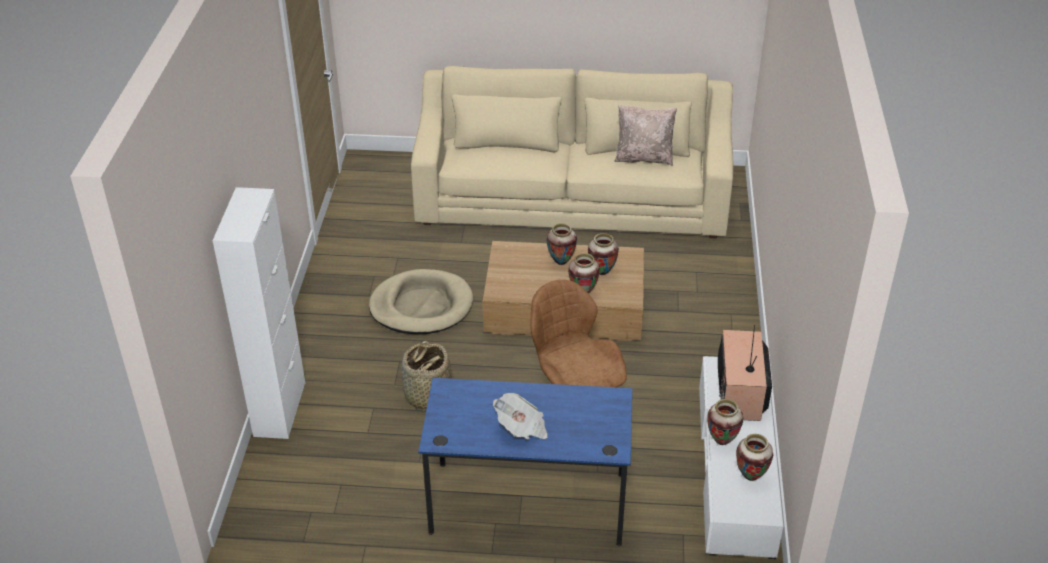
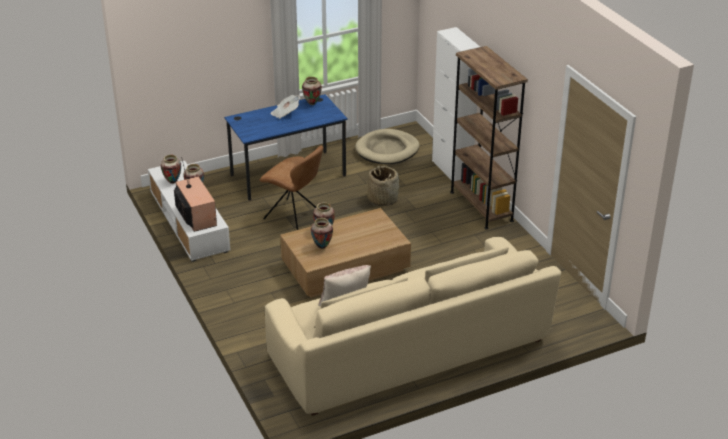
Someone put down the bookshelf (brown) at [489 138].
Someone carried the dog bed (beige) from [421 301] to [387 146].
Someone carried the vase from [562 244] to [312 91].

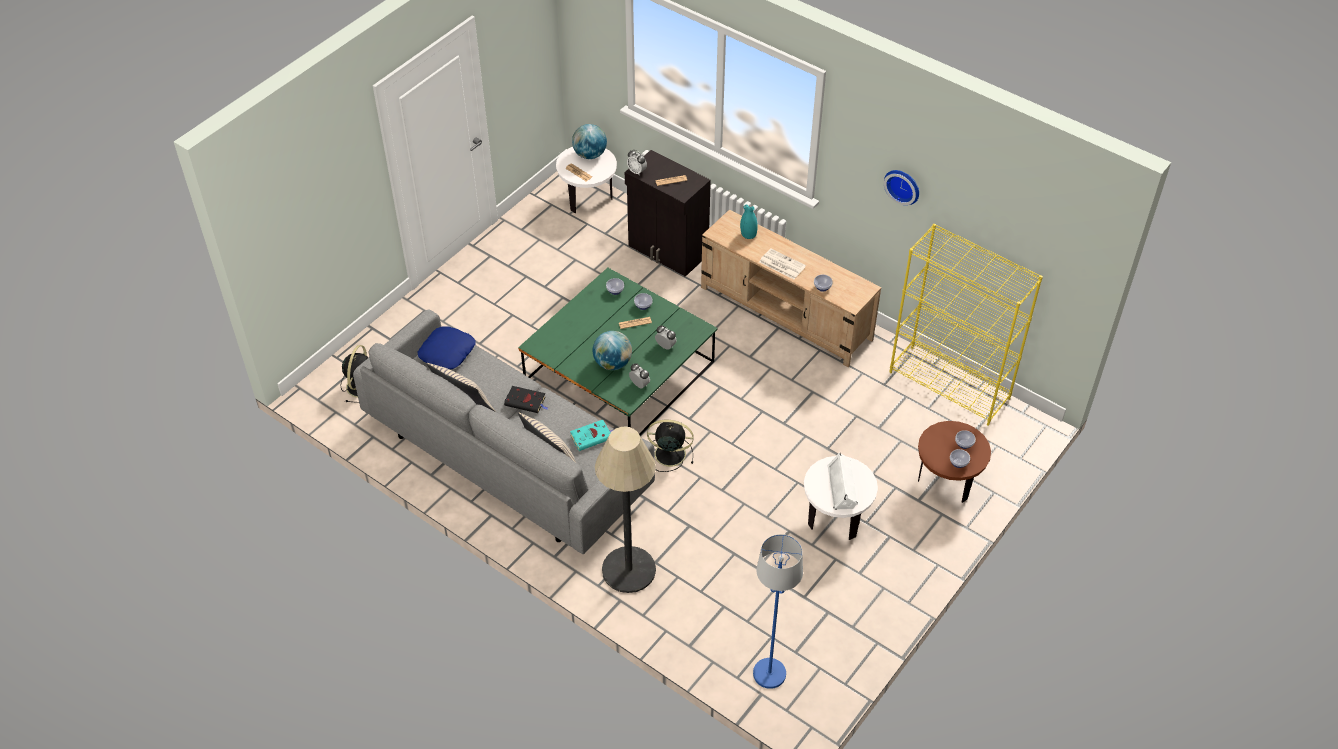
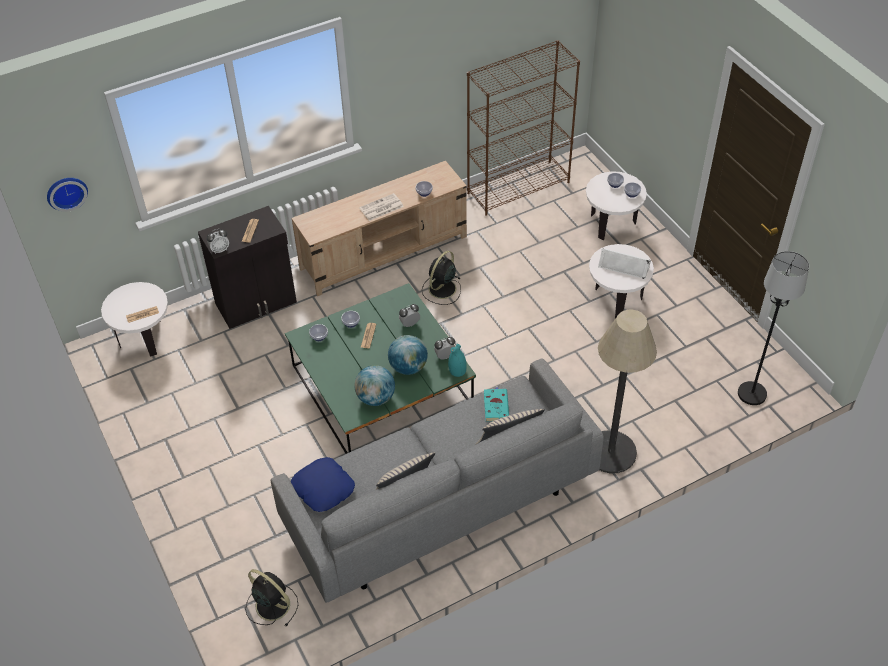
Someone took away the volume (black) at [526 399].
Someone carried the world globe from [589 141] to [374 385].
Someone carried the cooling fan (black) from [670 446] to [441 278].
Someone carried the vase (blue-green) from [749 221] to [457 360].
Someone carried the wall clock from [901 187] to [67 195].
Someone repainted the standing lamp (blue-coloured) at [778 611], which became the standing lamp (black) at [773 328].
Someone repainted the bookshelf (yellow) at [966 325], which became the bookshelf (brown) at [523 128].
Someone repainted the end table (brown) at [954 462], which became the end table (whitish) at [616 205].

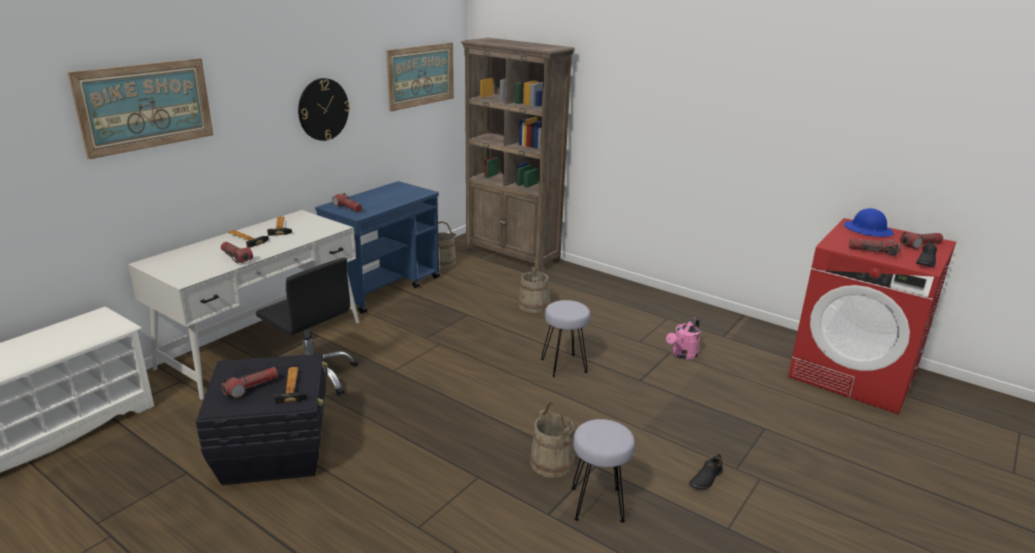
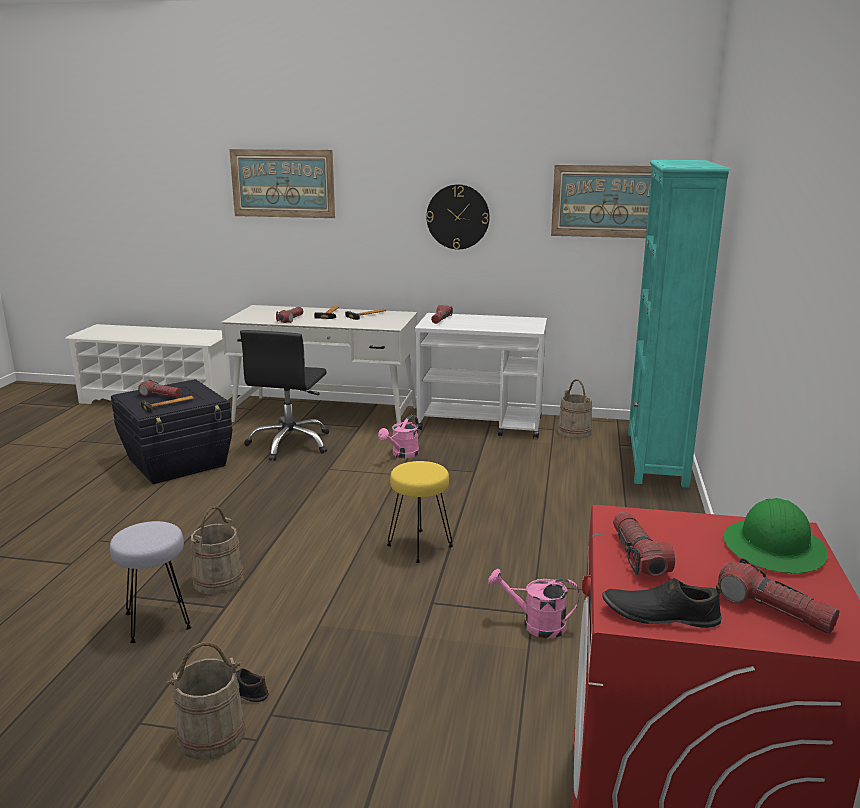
Someone put down the watering can (pinkish) at [398 436].
Someone carried the pail (beige) from [534 286] to [206 701].
Someone repainted the cart (blue-coloured) at [377 247], which became the cart (whitish) at [481 376].
Someone repainted the bookshelf (brown) at [518 155], which became the bookshelf (blue-green) at [678 324].
Someone repainted the stool (grey) at [565 338], which became the stool (yellow) at [420 512].
Someone repainted the work helmet (blue-coloured) at [869 222], which became the work helmet (green) at [776 535].

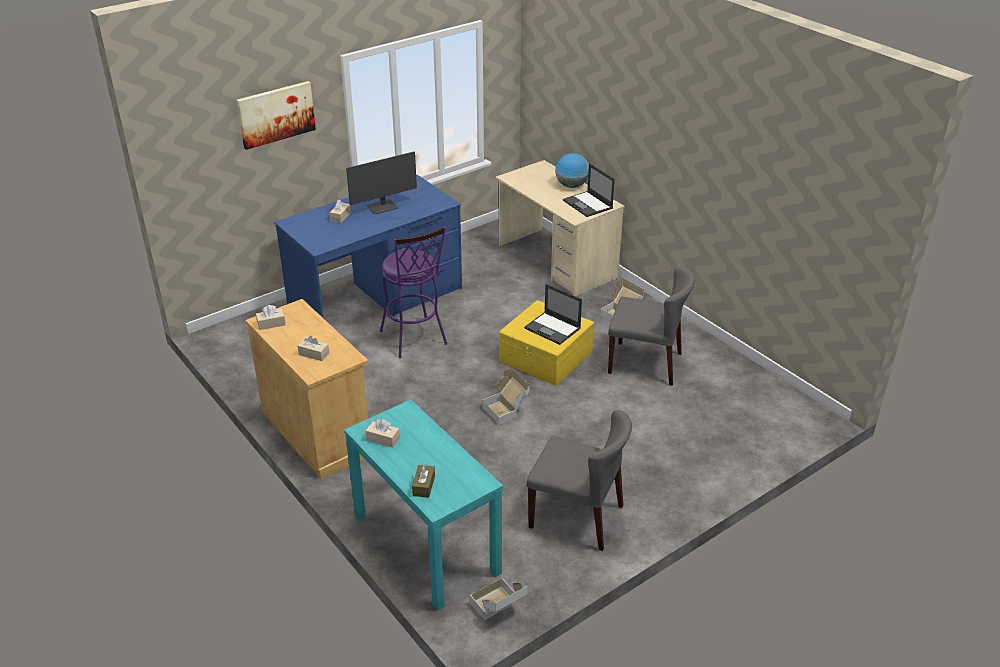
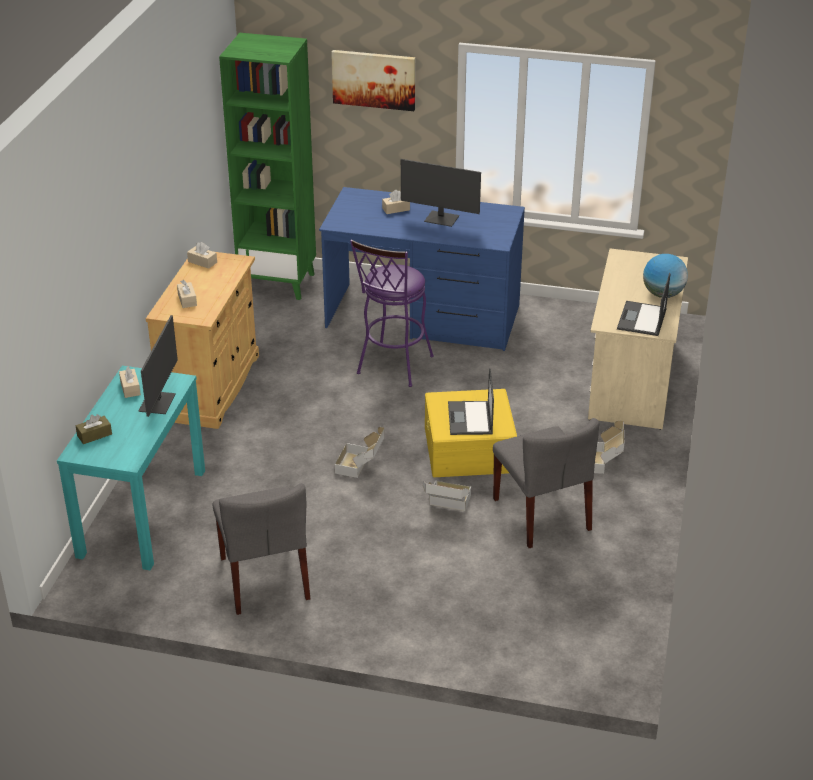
Someone put down the computer display at [158 366].
Someone put down the bookshelf (green) at [267 166].
Someone carried the carton from [499 599] to [447 495].

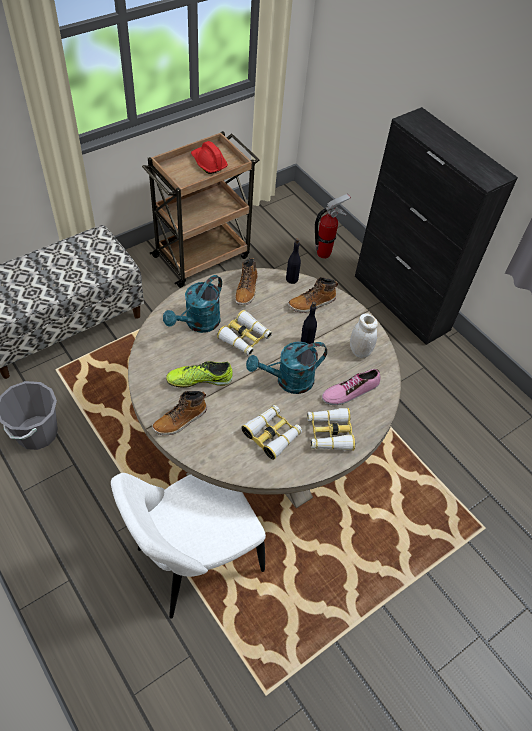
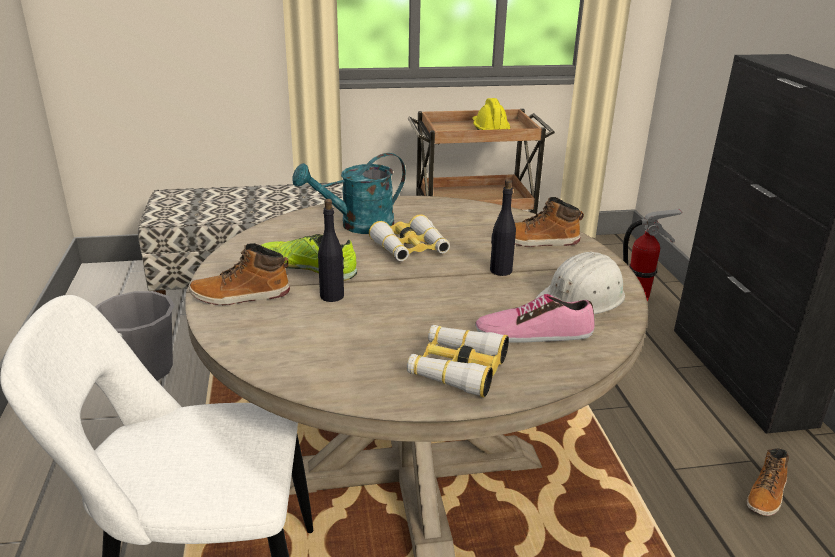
Someone took away the binoculars at [271 432].
Someone took away the watering can (blue-green) at [286 368].
Someone carried the high-top boot from [246 281] to [768 482].
Someone carried the drink bottle (black) from [293 261] to [331 250].
Someone swapped the preserve jar (whitish) at [364 335] for the work helmet (whitish) at [580 282].
Someone repainted the work helmet (red) at [209 157], which became the work helmet (yellow) at [491 114].

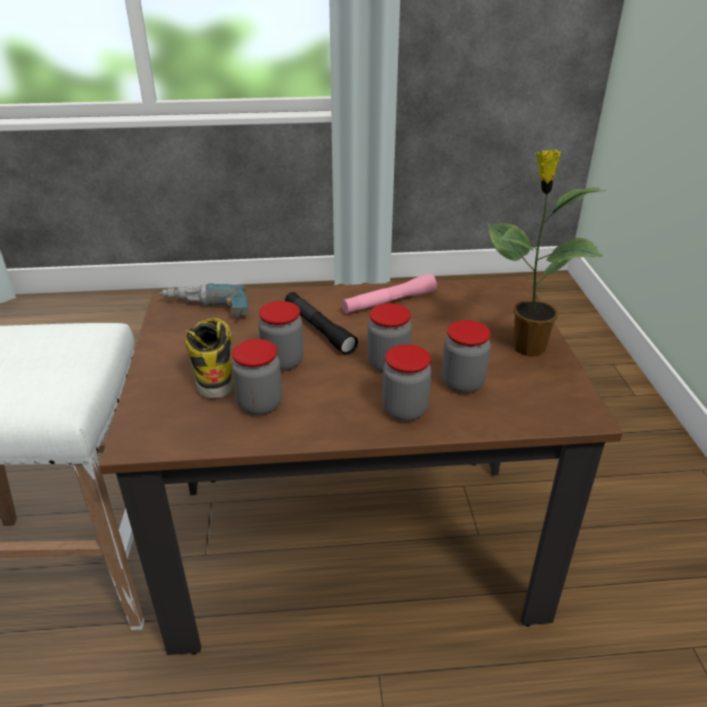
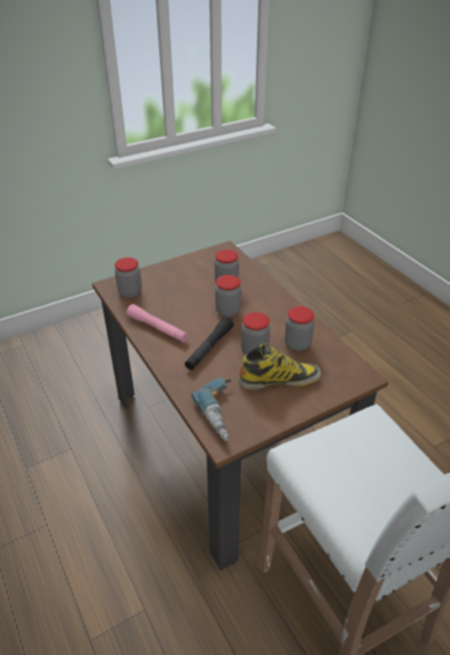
Someone took away the houseplant at [547 253].
Someone carried the preserve jar from [407 382] to [128 277].
Someone rotated the high-top boot at [209 358] by 150 degrees counterclockwise.

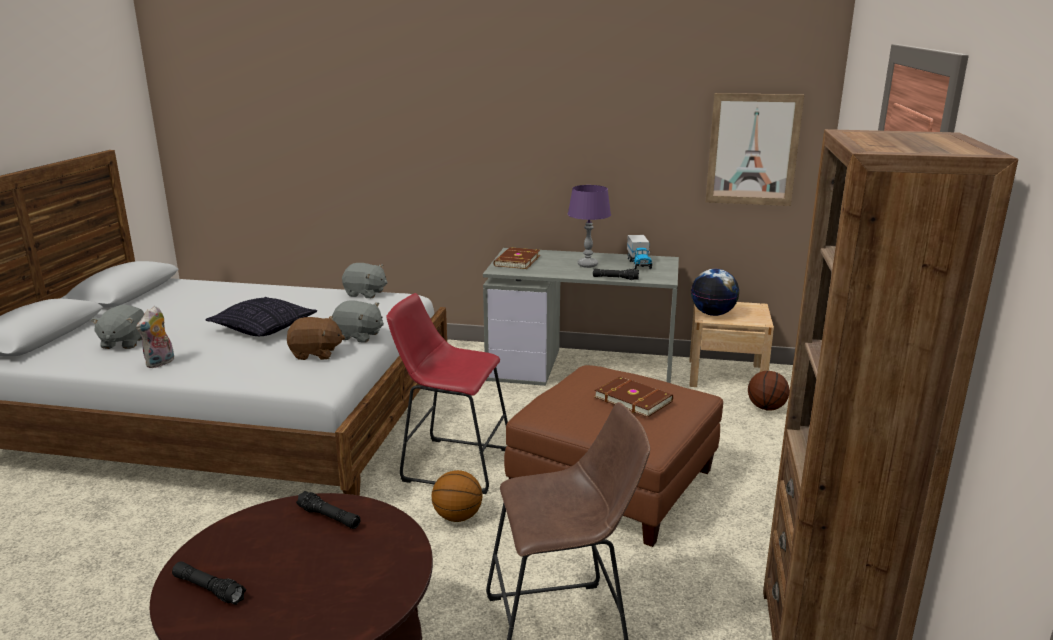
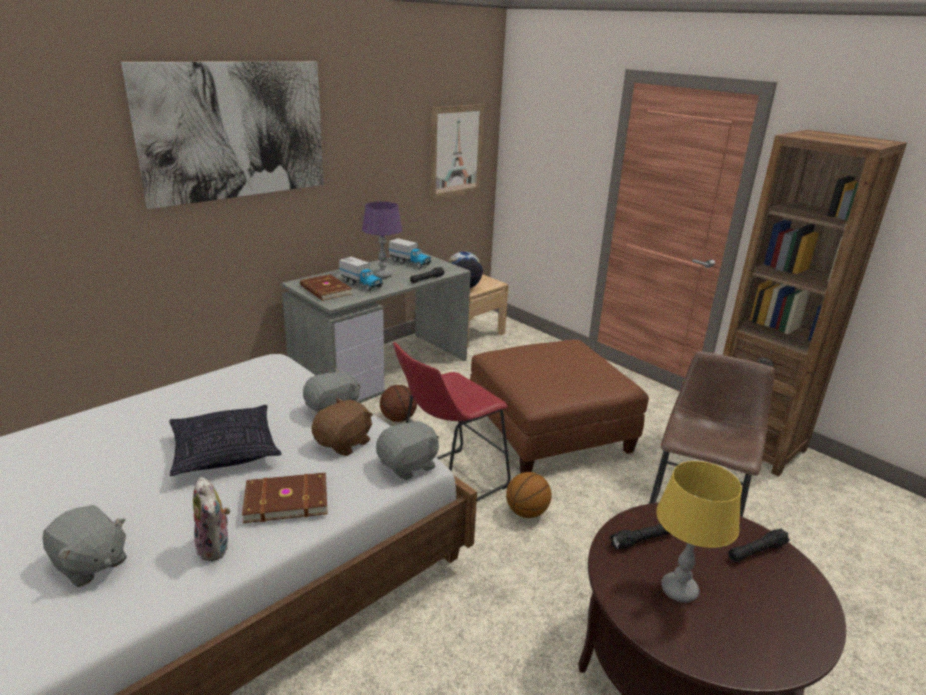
Someone put up the picture at [222 135].
Someone put down the toy truck at [361 274].
Someone put down the lamp for a table (yellow) at [699 532].
Someone carried the torch (black) from [209 583] to [759 545].
Someone carried the plush toy (grey) from [365 280] to [407 448].
Someone carried the volume (brown) from [633 396] to [285 498].
Someone carried the ball for basketball from [769 391] to [398 403].

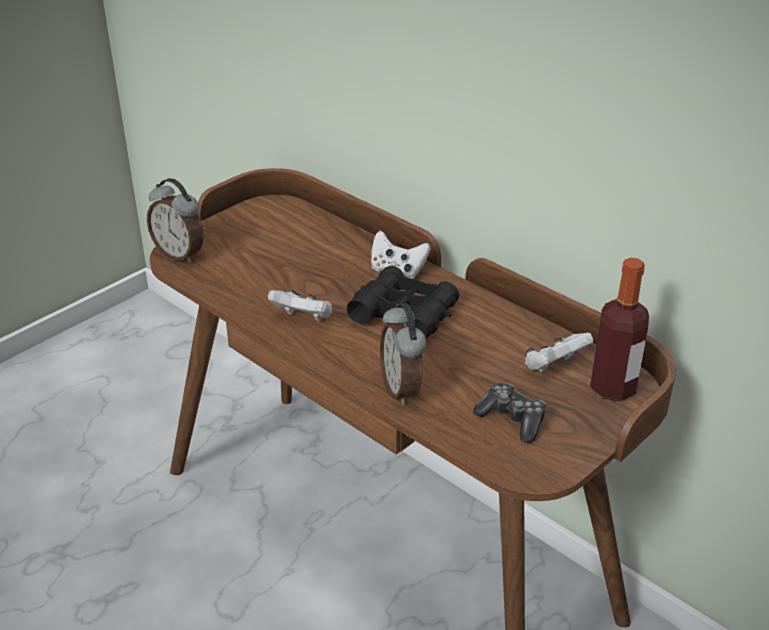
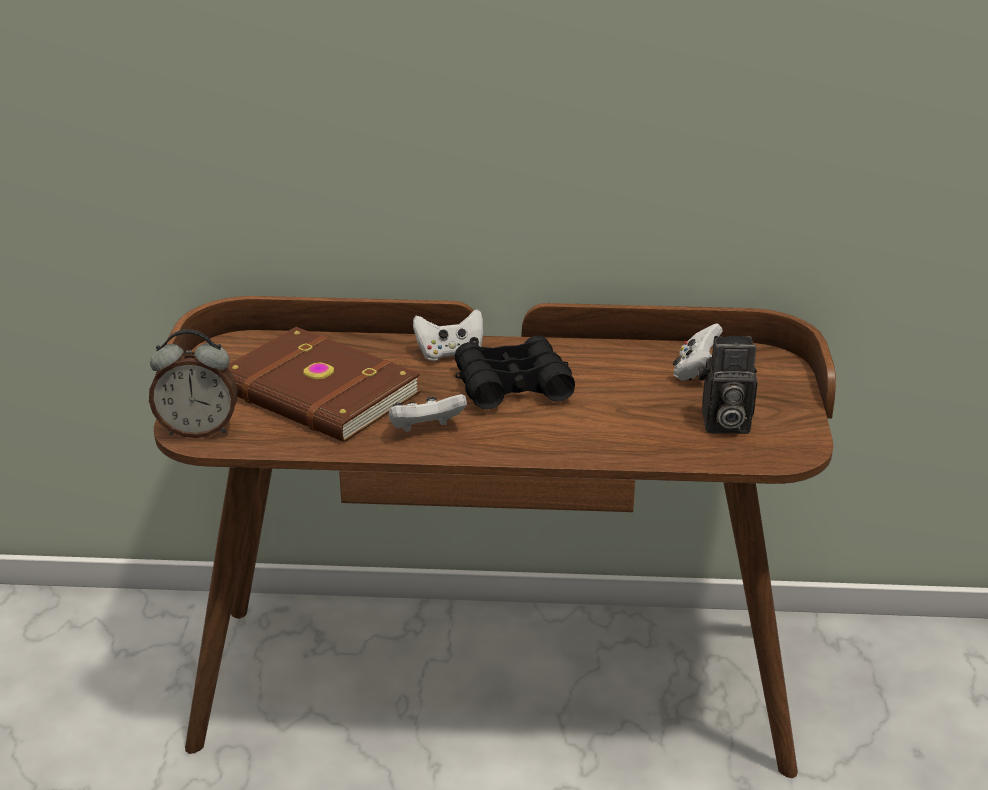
Someone took away the bedside clock at [403 354].
Someone took away the drink bottle at [619 329].
Someone put down the volume (brown) at [324 384].
Someone swapped the gamepad at [509 413] for the photo camera at [727 385].

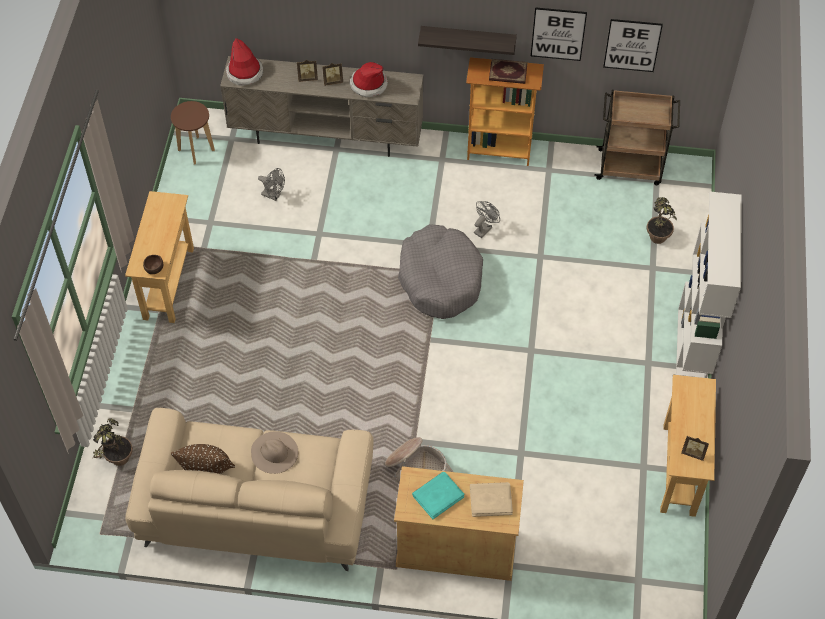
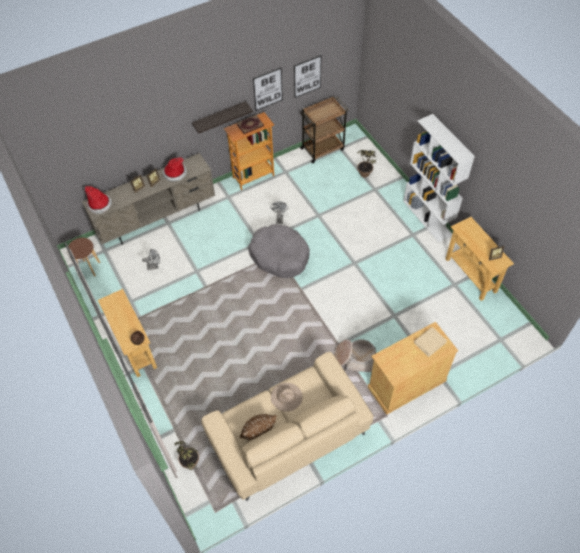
Someone took away the volume (blue-green) at [438 495].

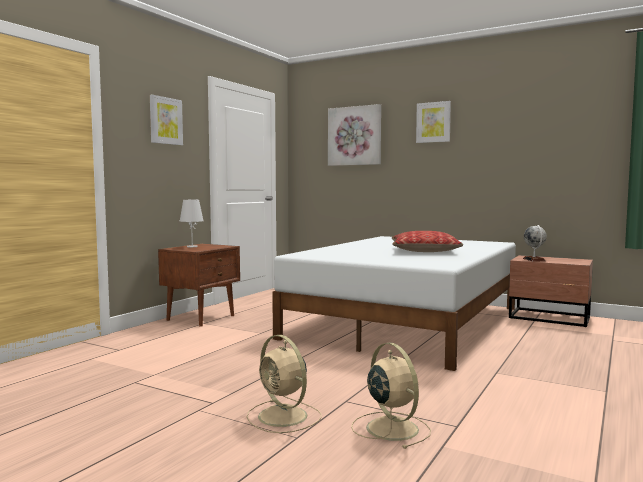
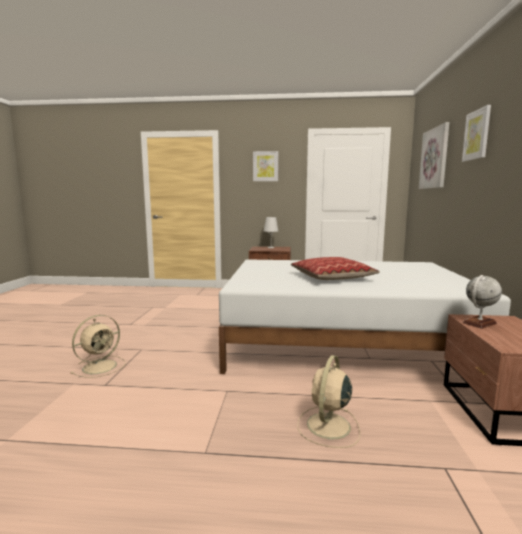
Someone carried the cooling fan (beige) from [284 384] to [328 401].

